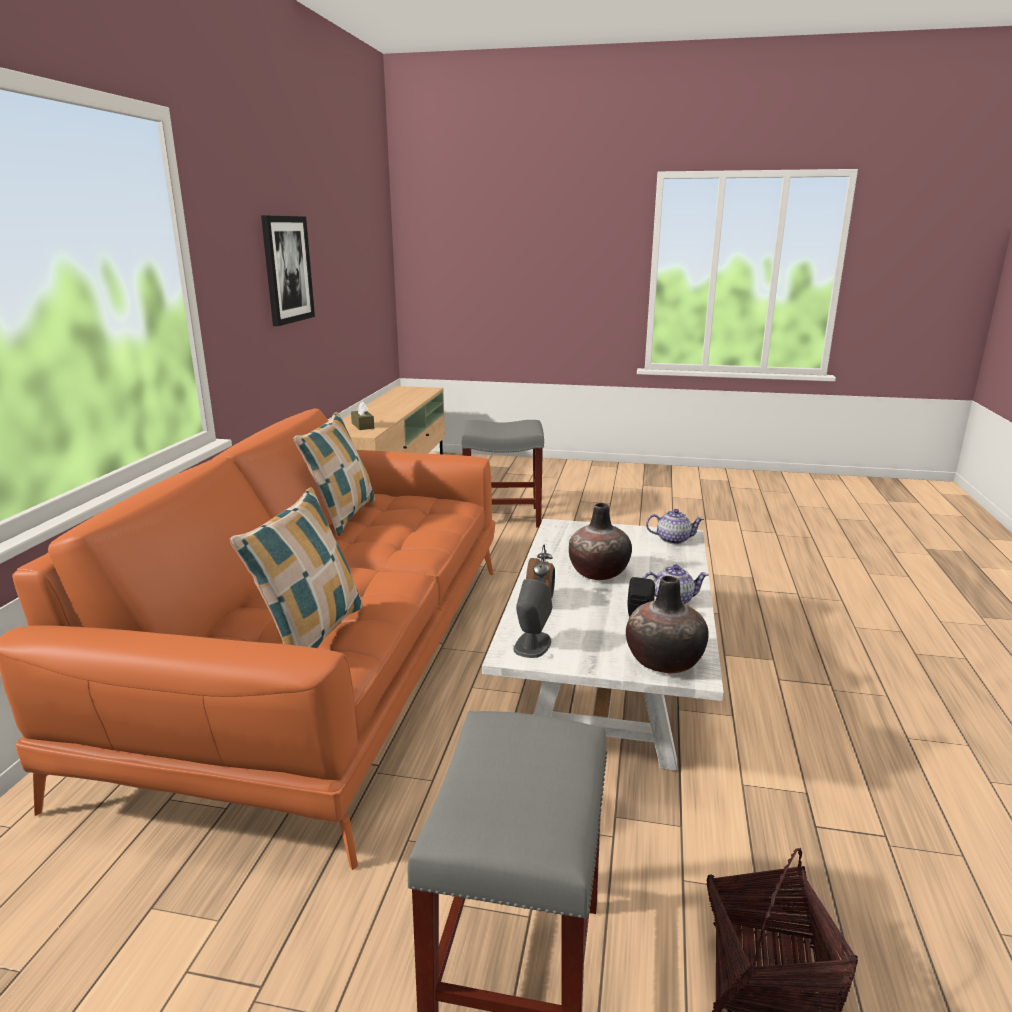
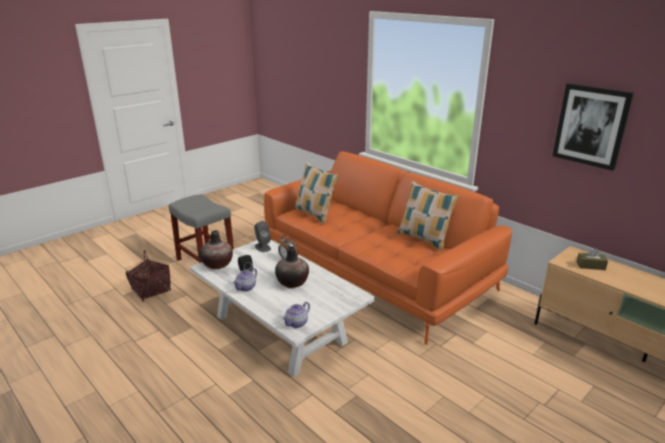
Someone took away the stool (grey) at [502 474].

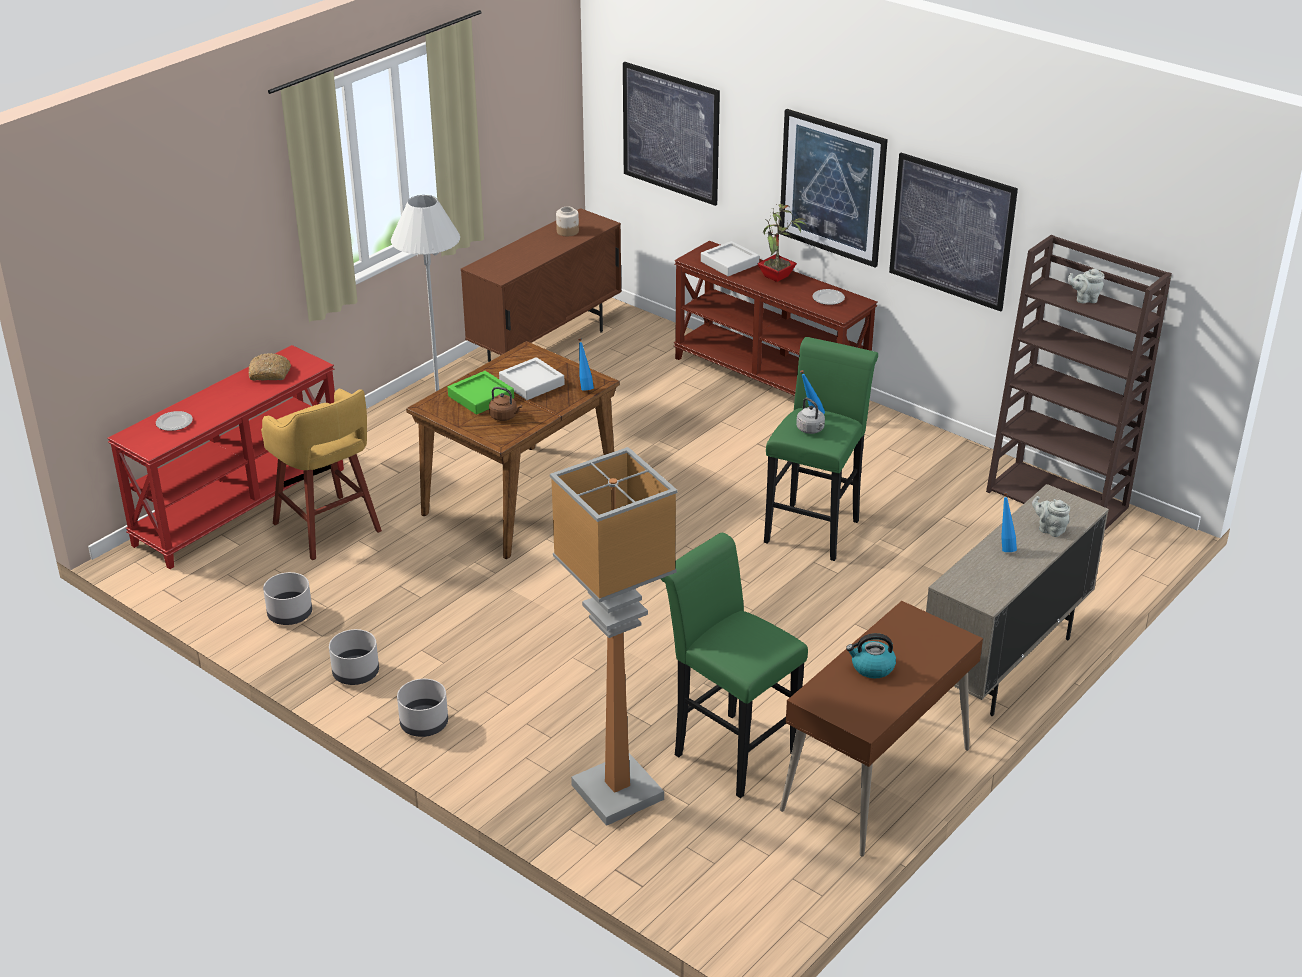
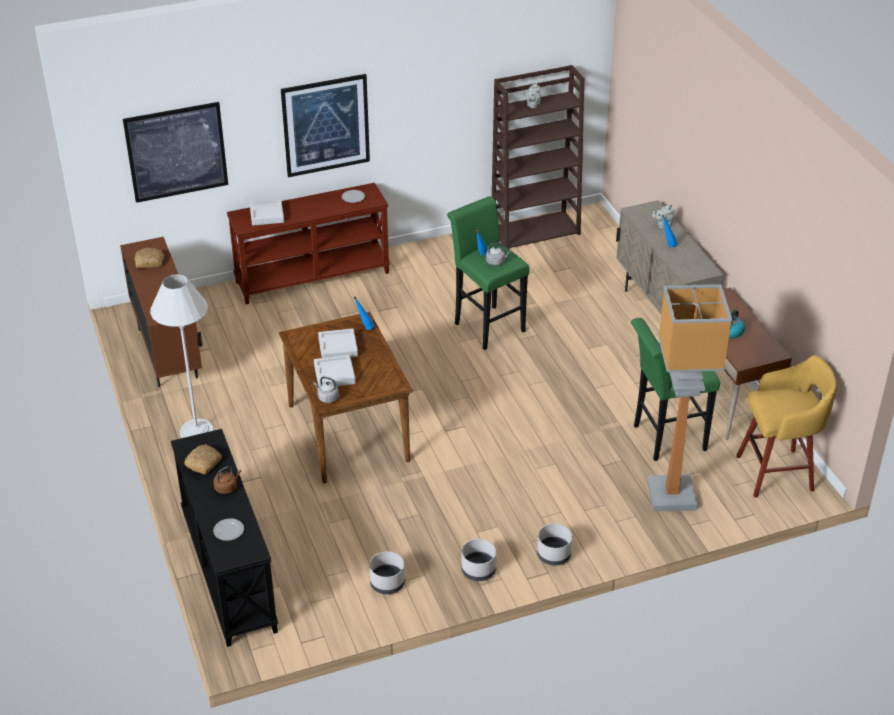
Someone took away the houseplant at [782 242].
Someone took away the picture at [953 232].
Someone put down the tea kettle (grey) at [326 390].
Someone carried the stool (yellow) from [321 474] to [786 426].
Someone carried the tea kettle (brown) from [505 404] to [227 480].
Someone swapped the preserve jar at [567 221] for the bread at [149 258].
Someone repainted the narrow table (red) at [225 457], which became the narrow table (black) at [225 538].
Someone repainted the serving tray (green) at [481 393], which became the serving tray (grey) at [335 370].

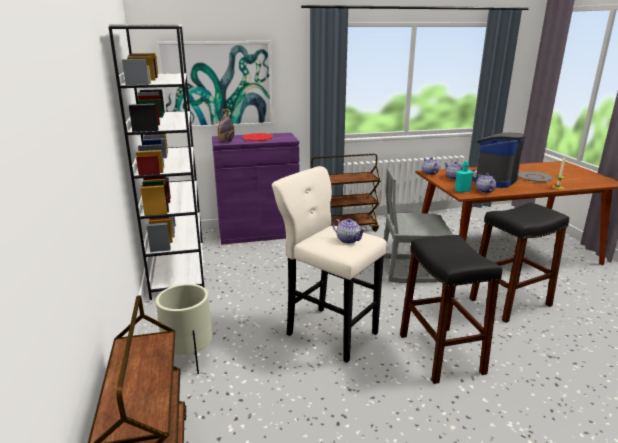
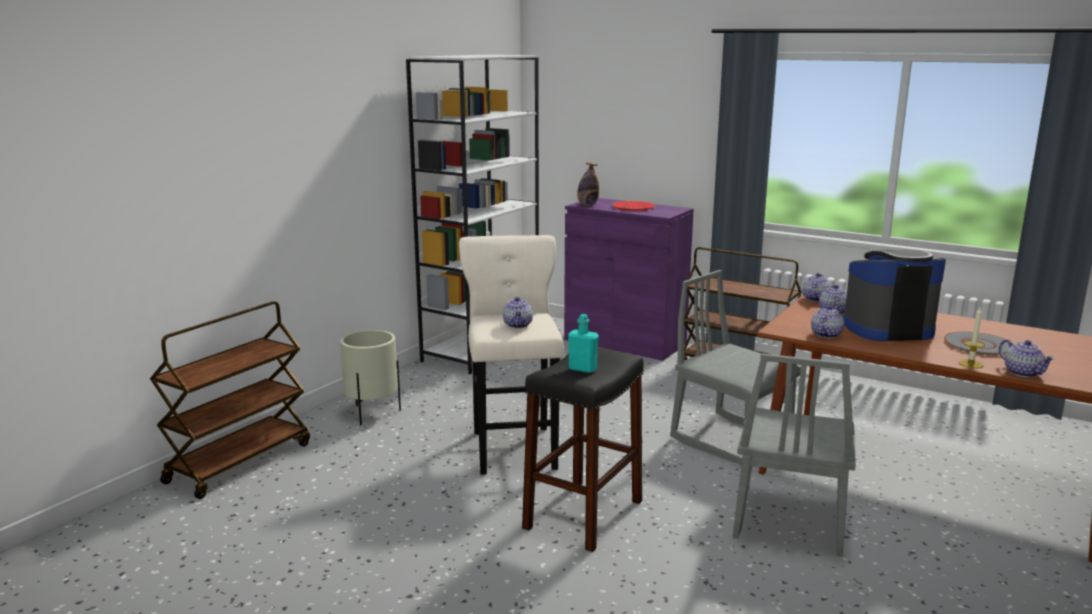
Someone took away the picture at [214 85].
Someone put down the tea pot at [1027 358].
Someone carried the drink bottle (blue-green) from [464 177] to [583 343].
Someone swapped the stool (black) at [519 263] for the upright chair (grey) at [794 455].

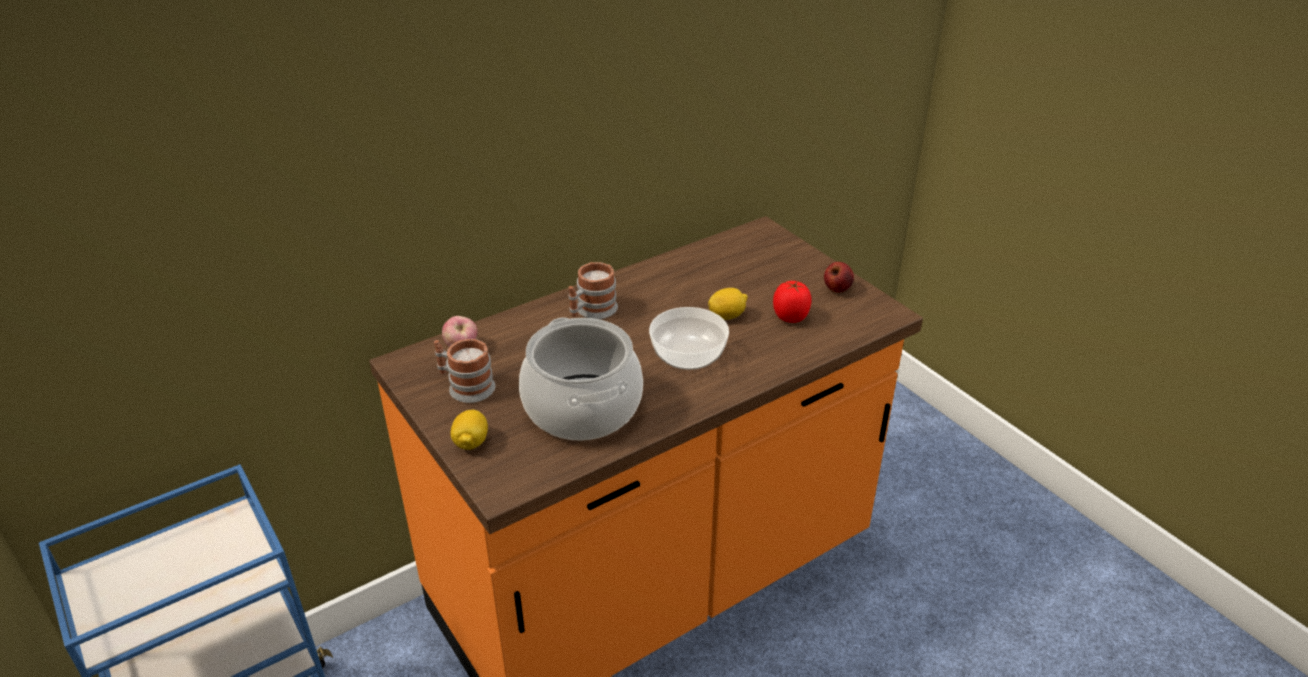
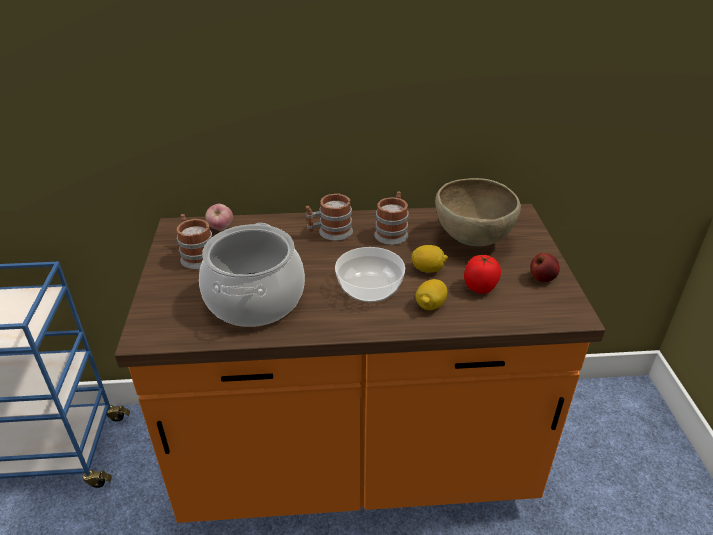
Someone put down the mug at [391 218].
Someone put down the bowl (brown) at [478 212].
Someone carried the citrus fruit from [469 430] to [431 294].

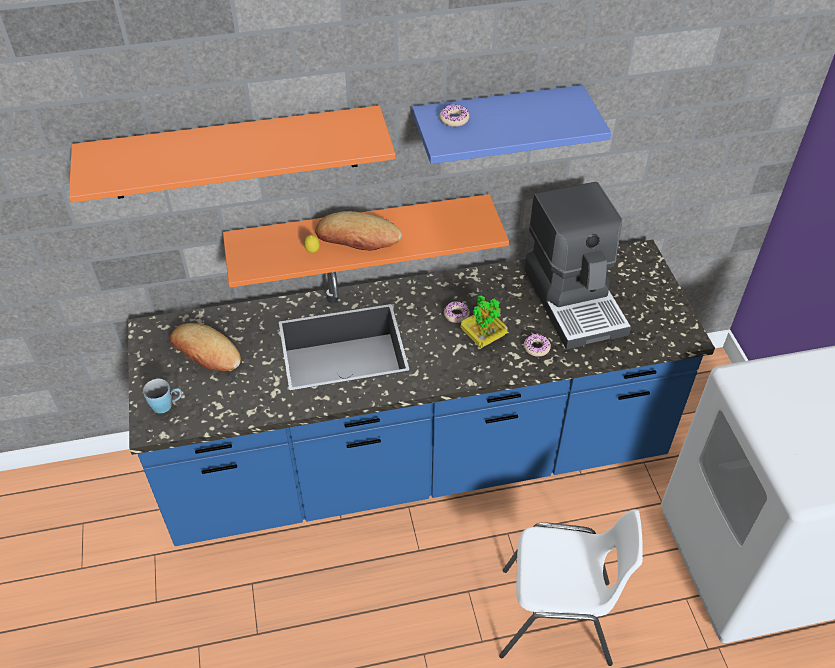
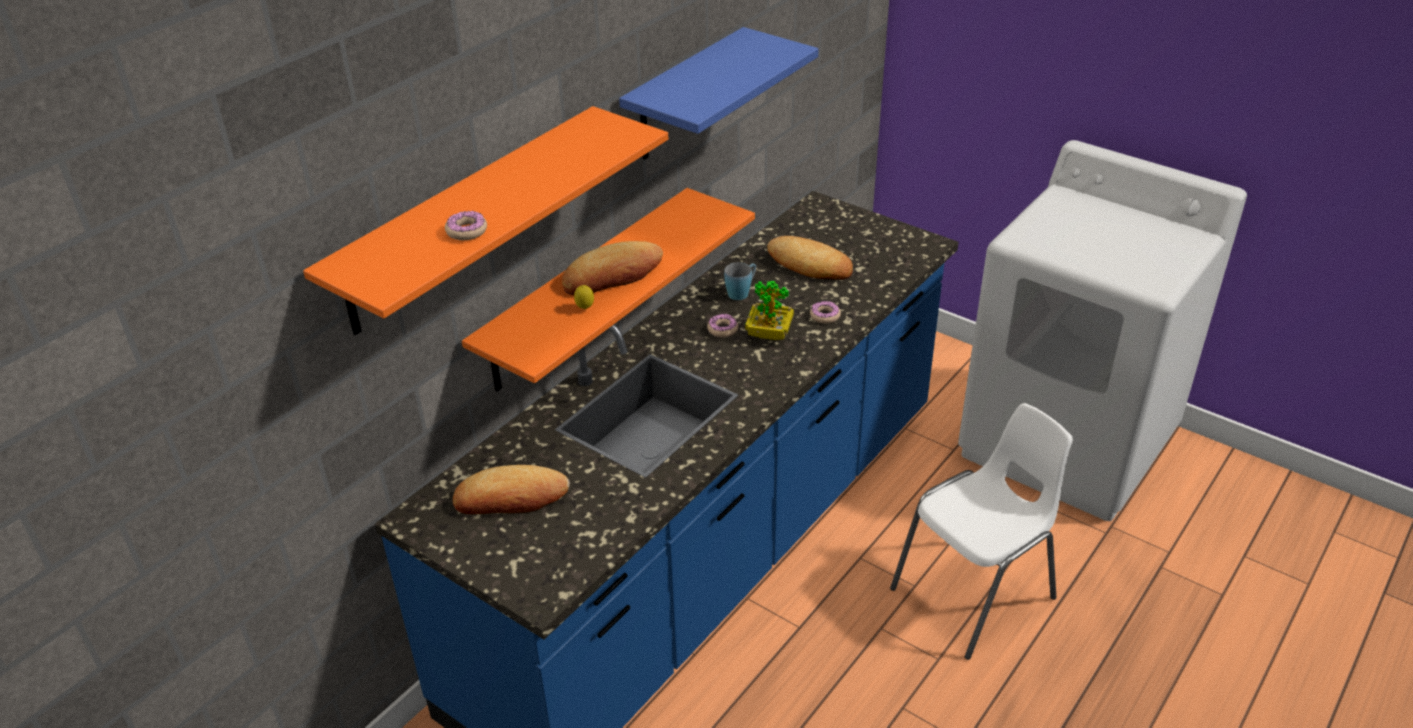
Someone carried the mug (blue-coloured) from [162 396] to [740 281].
Someone carried the donut from [454 115] to [466 225].
Someone swapped the coffee maker at [577 266] for the bread at [810 258].

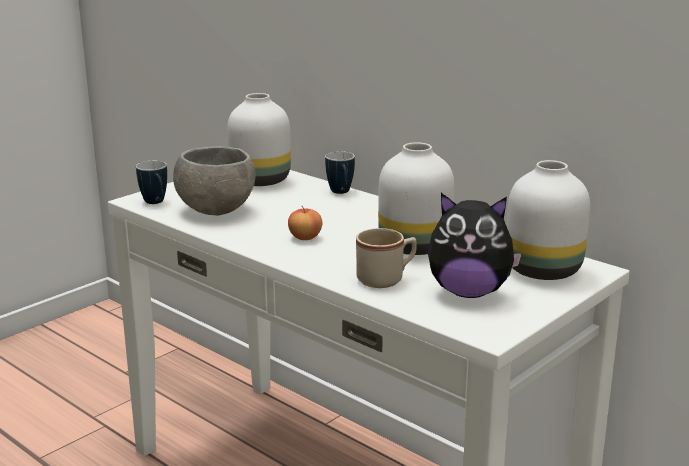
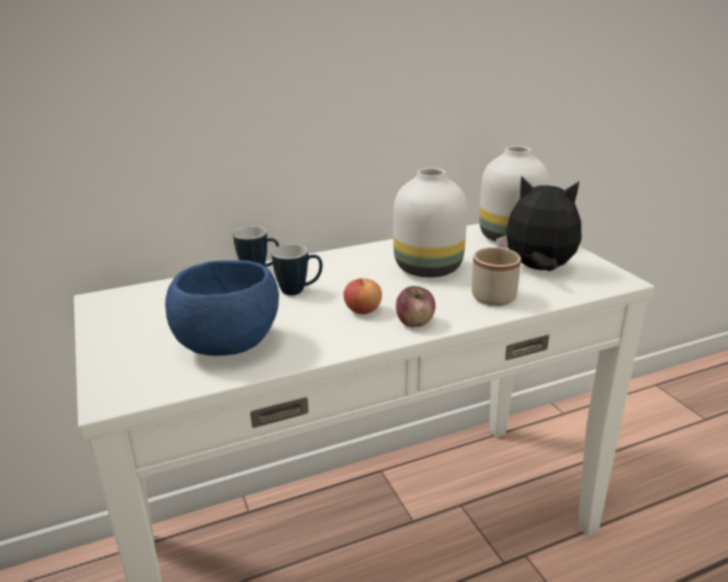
Someone took away the vase (whitish) at [259 139].
Someone put down the apple at [415 306].
Someone carried the mug from [151 182] to [297 269].
Someone repainted the bowl (grey) at [214 181], which became the bowl (blue-coloured) at [222 308].
Someone rotated the plush toy at [475 245] by 105 degrees counterclockwise.

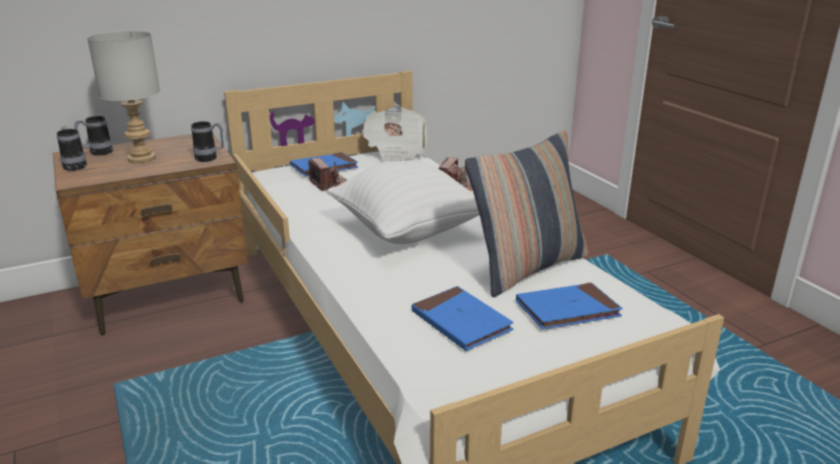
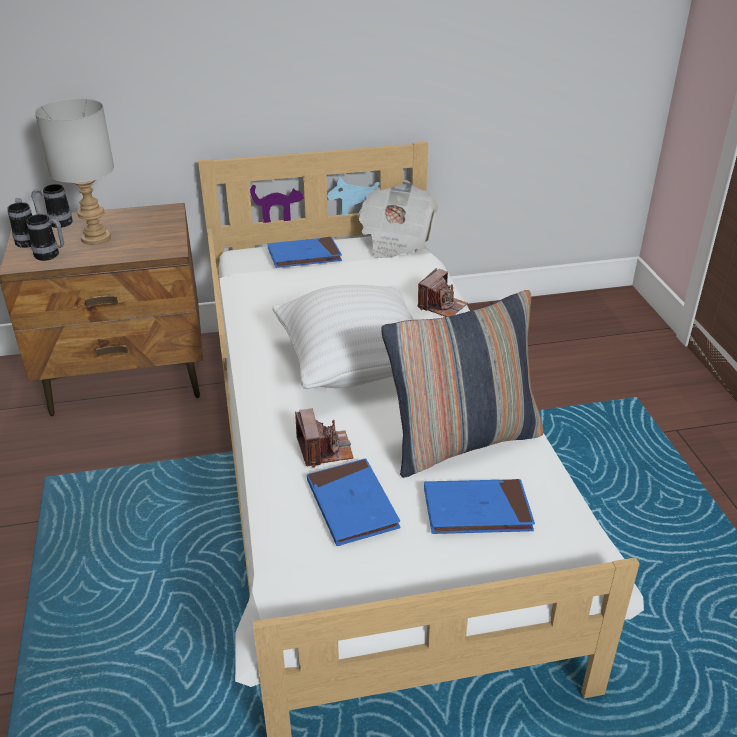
Someone carried the mug from [207 141] to [45 237].
Someone carried the photo camera from [327 174] to [324 438].

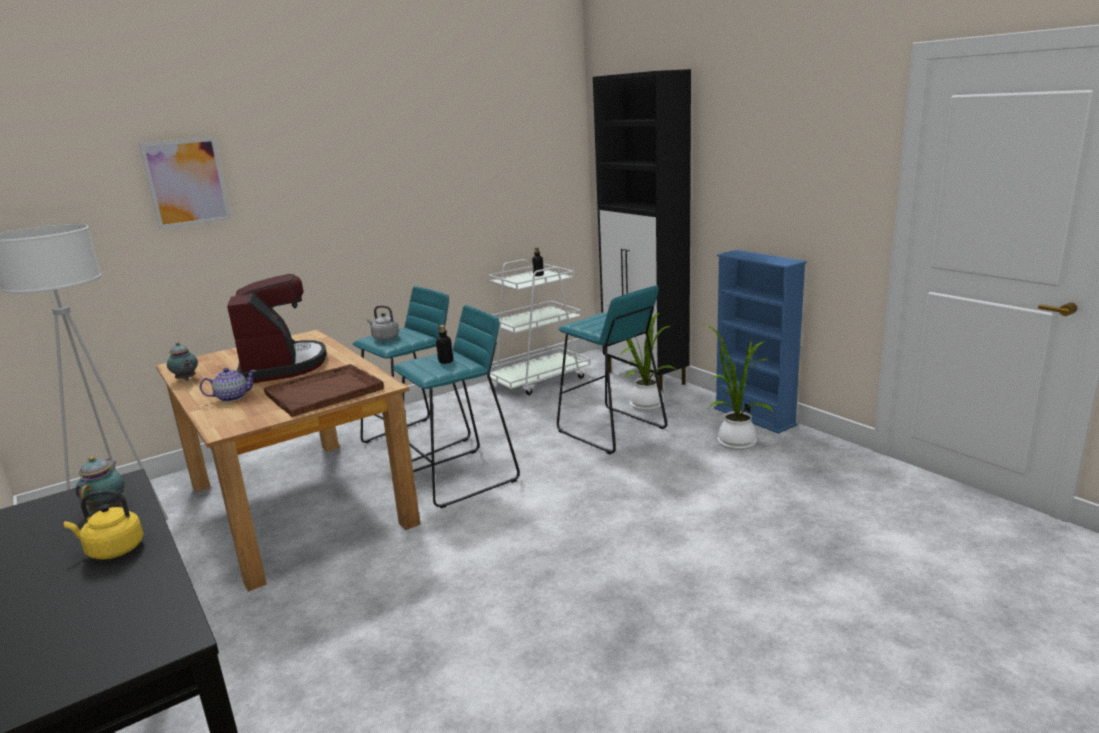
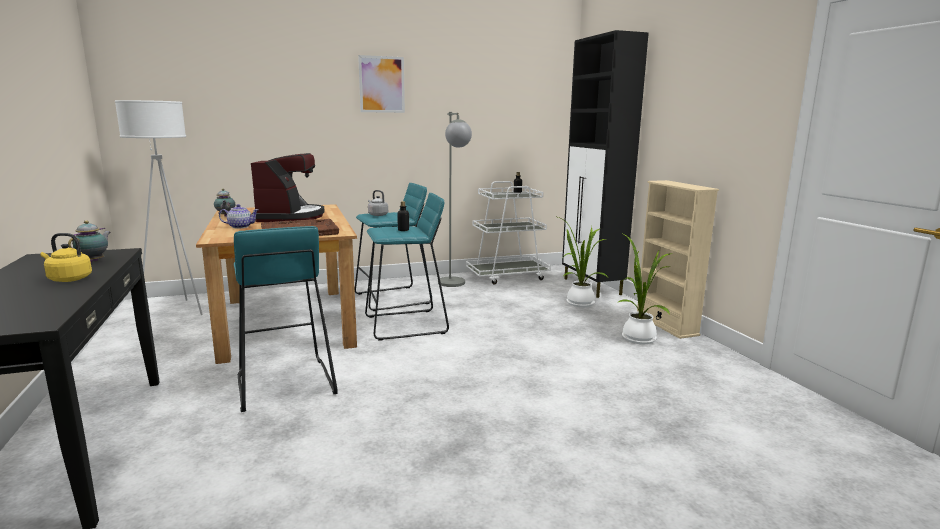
Someone put down the standing lamp (grey) at [455 199].
Someone carried the picture from [185 183] to [381 84].
Someone carried the stool (blue-green) from [612 370] to [286 319].
Someone repainted the bookshelf (blue-coloured) at [760 342], which became the bookshelf (beige) at [678 259].

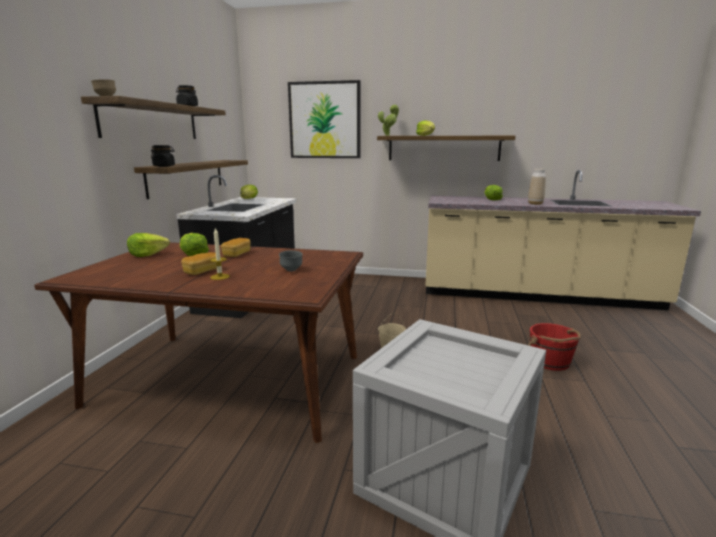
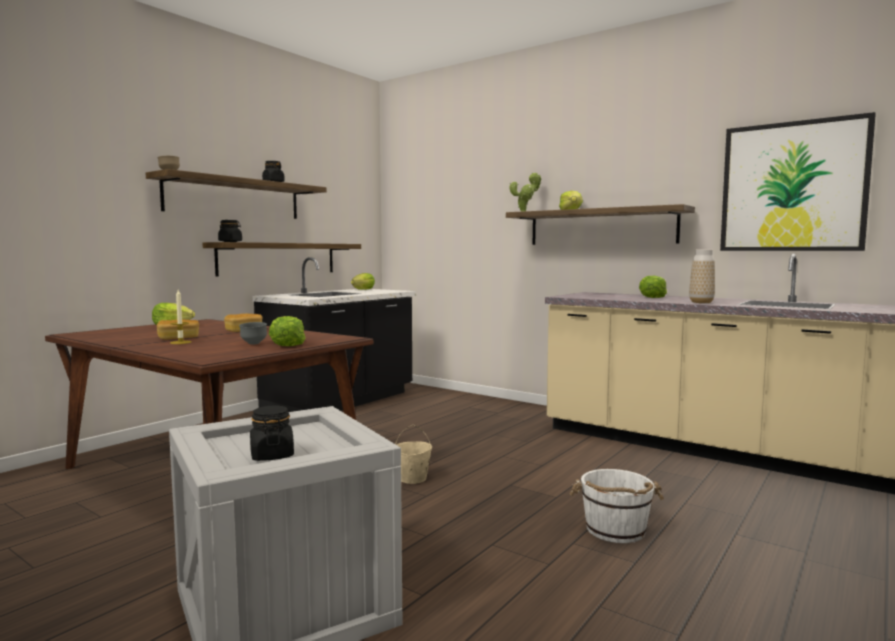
Someone put down the preserve jar (black) at [272 433].
Someone carried the lettuce from [194 244] to [287 331].
Someone carried the picture from [324 119] to [798 181].
Someone repainted the pail (red) at [554 347], which became the pail (whitish) at [617 506].

